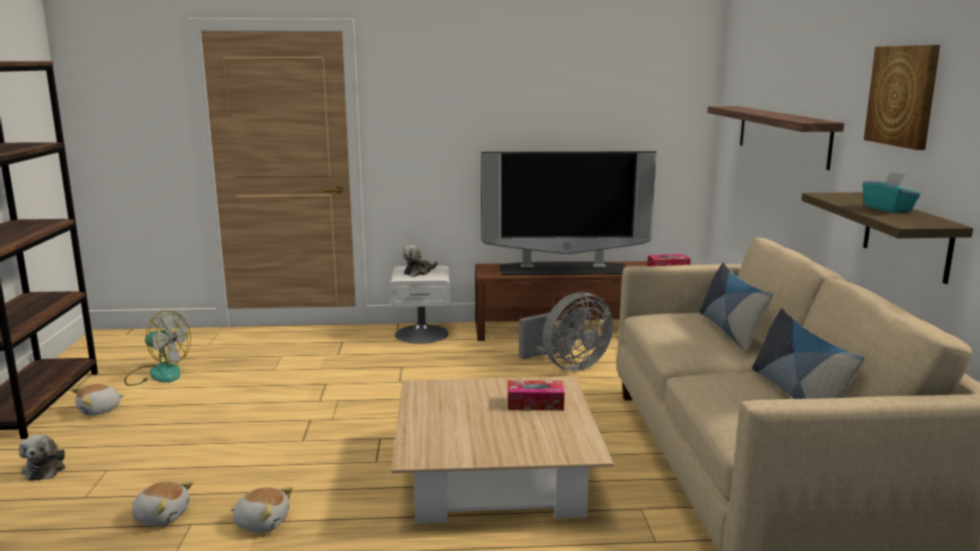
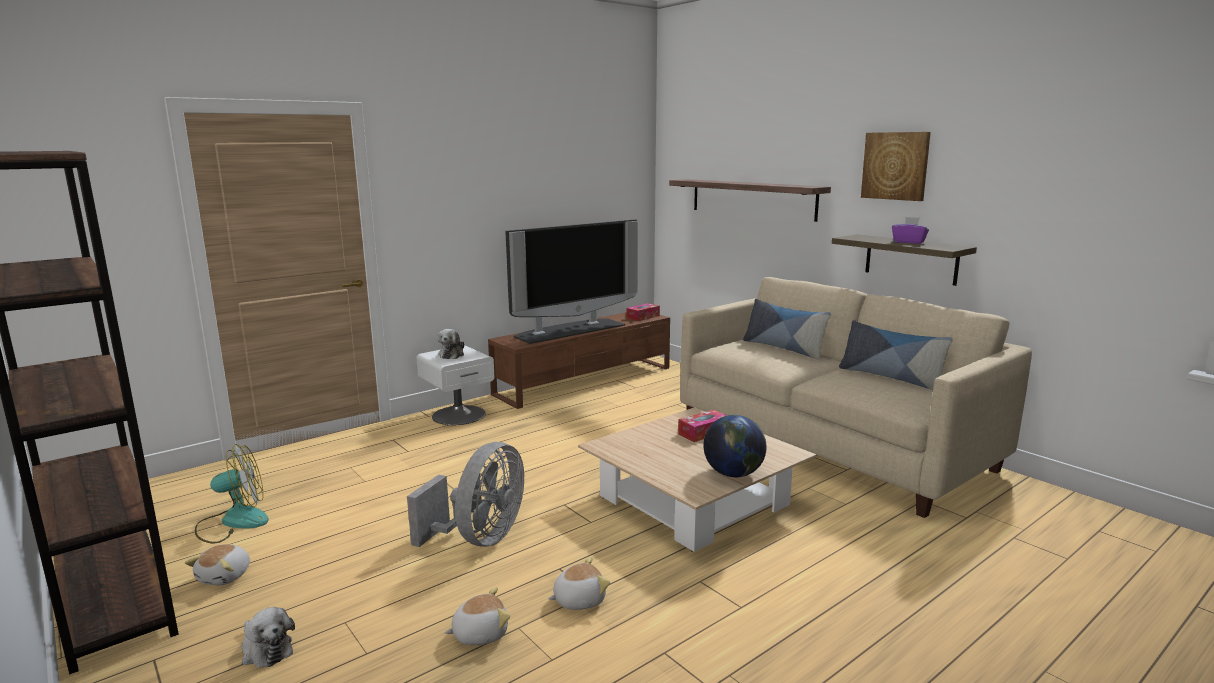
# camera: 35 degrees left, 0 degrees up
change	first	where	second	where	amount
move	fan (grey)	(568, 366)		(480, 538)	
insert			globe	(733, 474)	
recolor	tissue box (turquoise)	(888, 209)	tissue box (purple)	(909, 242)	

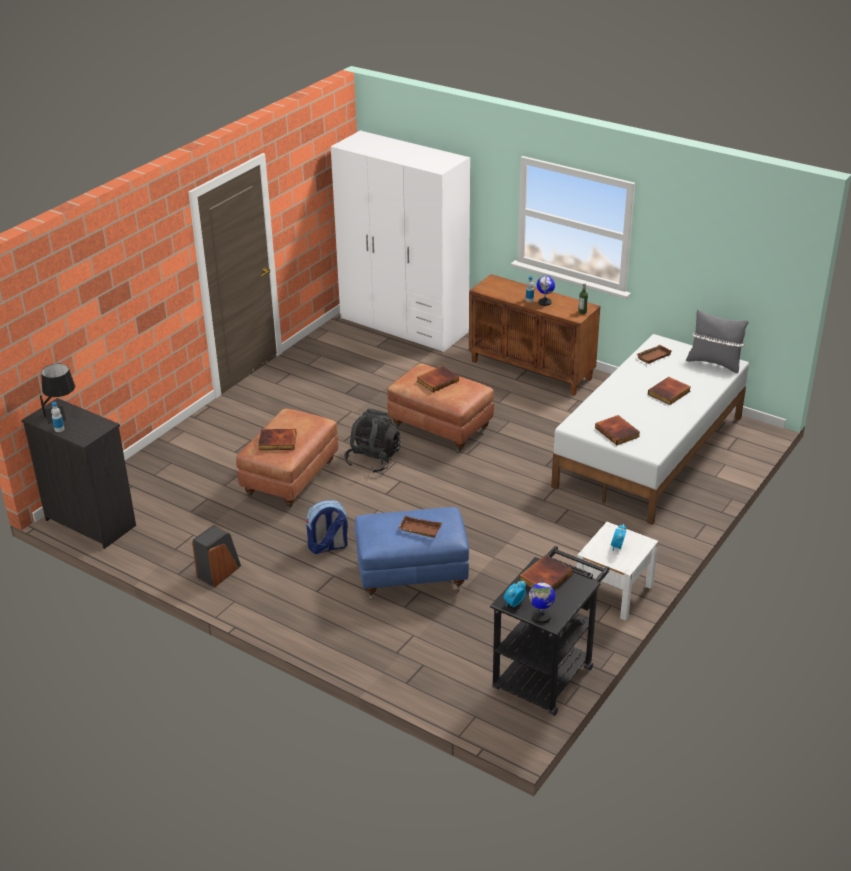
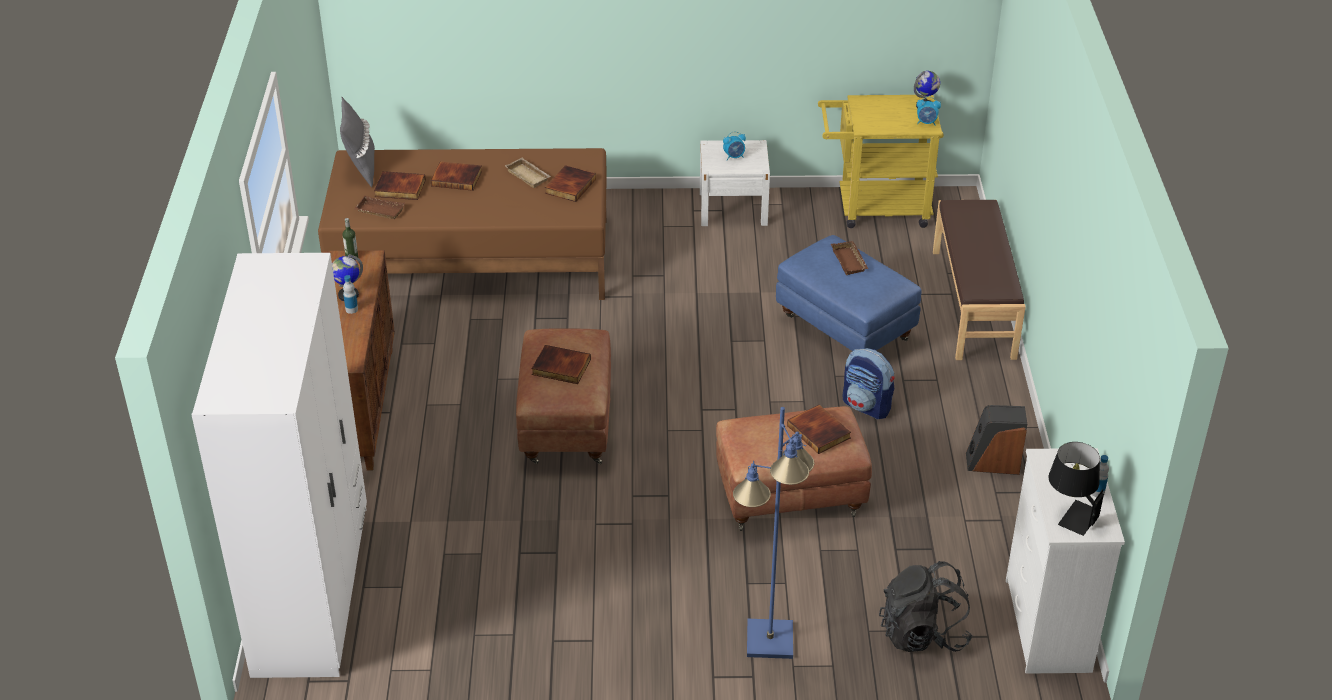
# camera: 125 degrees left, 5 degrees up
change	first	where	second	where	amount
recolor	bed (white)	(651, 451)	bed (brown)	(470, 258)	
move	book	(545, 577)		(399, 189)	
insert			tray (beige)	(529, 175)	
insert			floor lamp (blue)	(769, 640)	
recolor	cart (black)	(547, 672)	cart (yellow)	(874, 208)	
move	backpack (black)	(373, 459)		(923, 633)	
insert			bench (brown)	(974, 303)	
recolor	dresser (black)	(90, 522)	dresser (white)	(1047, 626)	

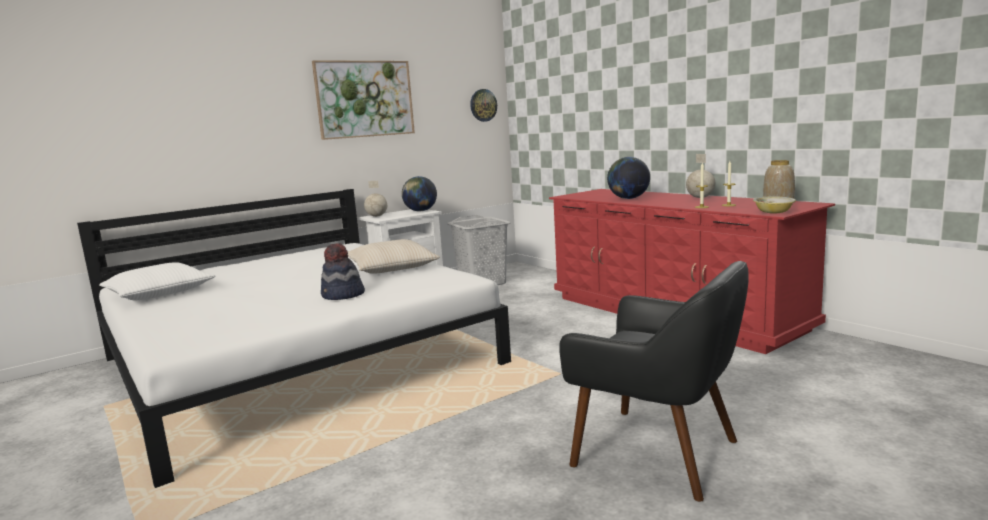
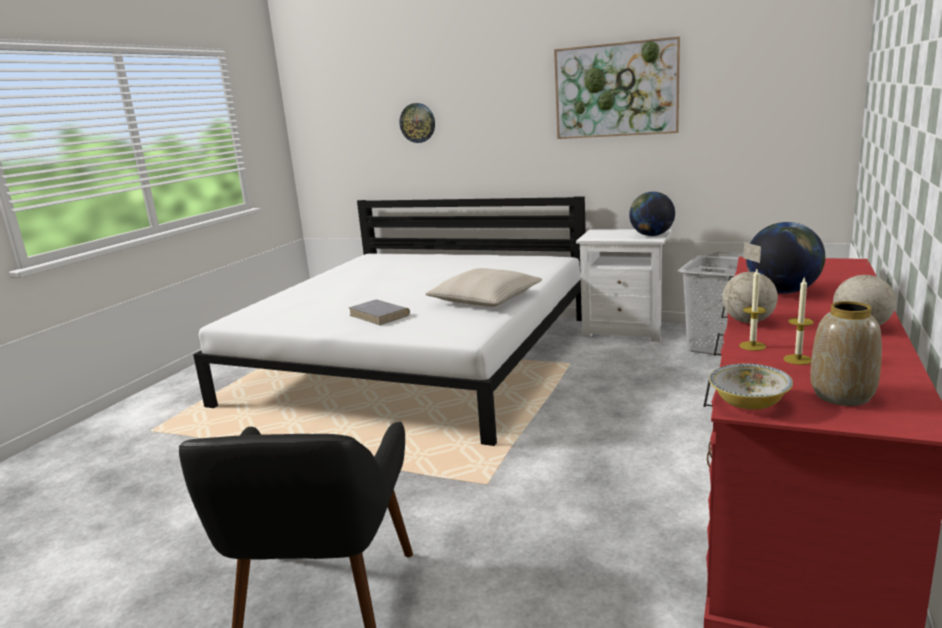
# camera: 60 degrees right, 5 degrees up
change	first	where	second	where	amount
replace	hat	(343, 295)	book (grey)	(379, 315)	
move	wall clock	(483, 105)		(417, 123)	
move	globe	(376, 216)		(748, 321)	
delete	pillow (white)	(159, 293)			

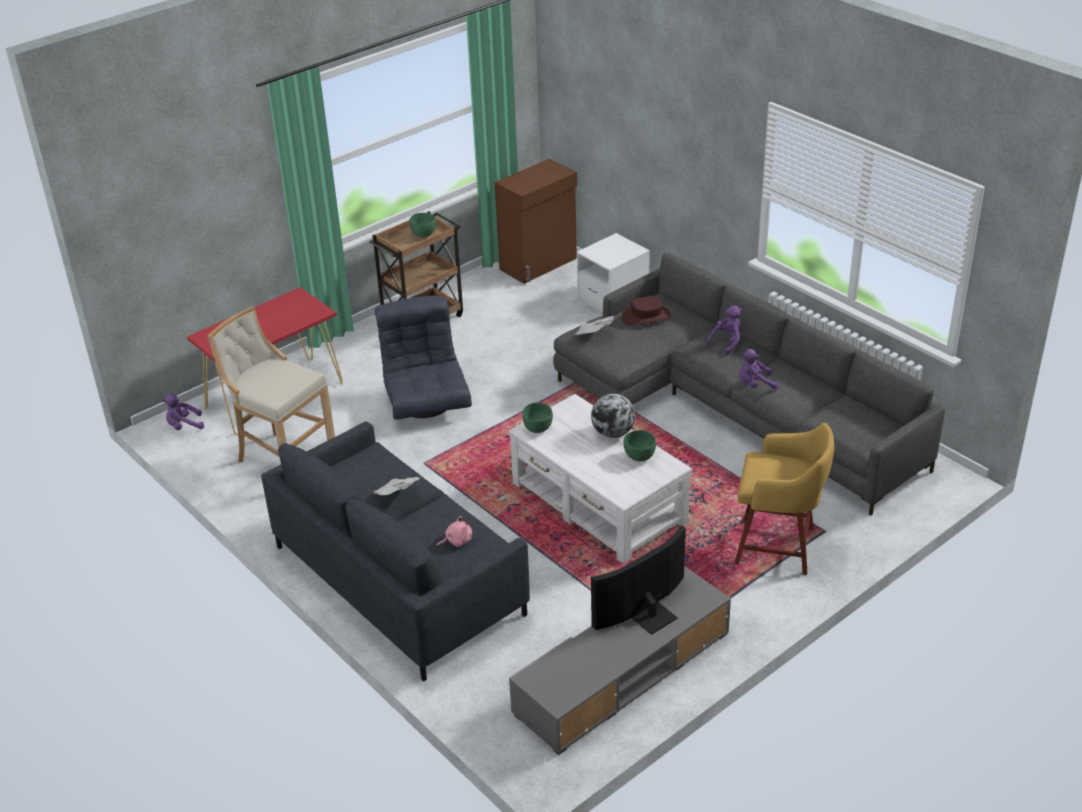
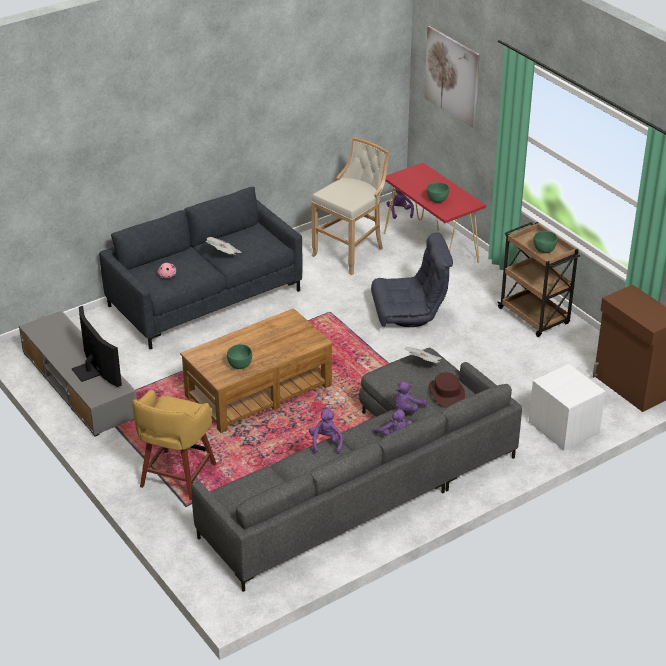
# camera: 95 degrees right, 0 degrees up
change	first	where	second	where	amount
recolor	coffee table (white)	(598, 504)	coffee table (brown)	(257, 391)	
insert			plush toy (purple)	(407, 409)	
insert			picture	(452, 76)	
move	bowl (green)	(538, 428)		(437, 200)	
delete	globe	(613, 433)			

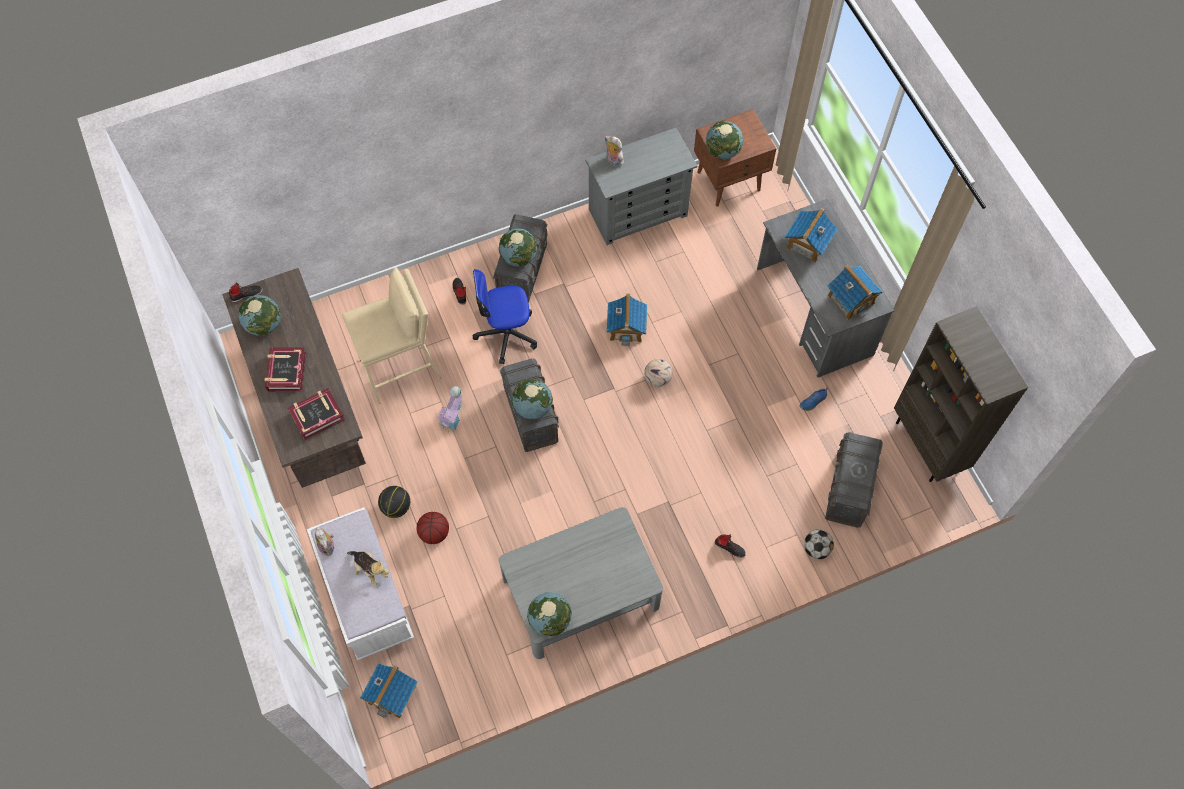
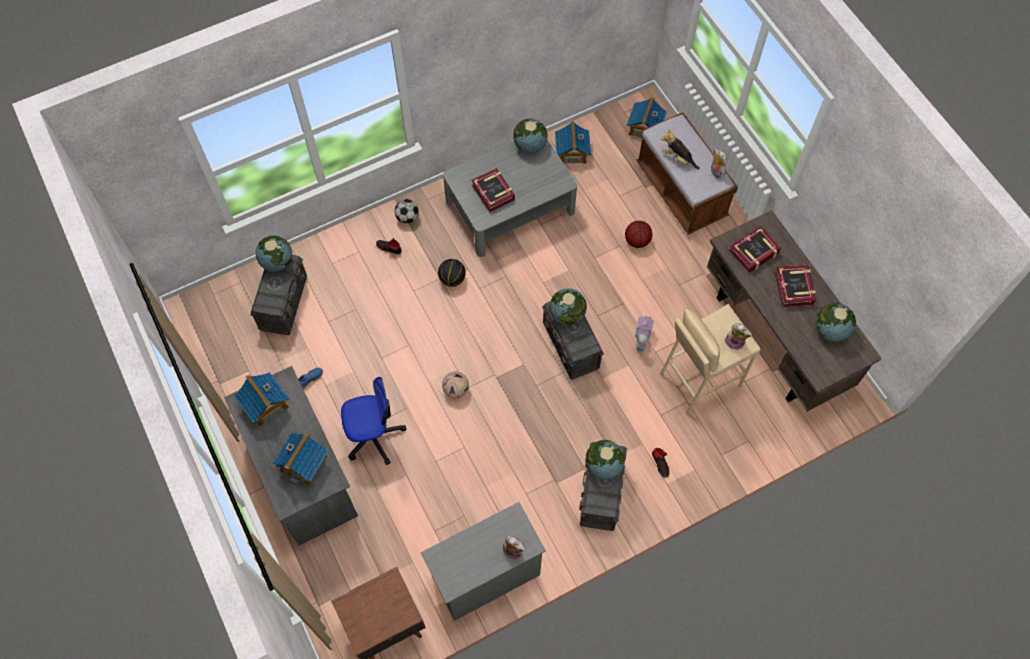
# camera: 175 degrees right, 0 degrees up
change	first	where	second	where	amount
move	globe	(722, 151)		(277, 262)	
move	office chair	(506, 333)		(373, 436)	
move	football	(816, 549)		(407, 217)	
move	basketball	(396, 507)		(452, 279)	
insert			book	(493, 192)	
move	toy house	(626, 327)		(571, 153)	
recolor	bench (white)	(367, 596)	bench (brown)	(681, 191)	
insert			plush toy	(735, 342)	
delete	shoe (black)	(246, 294)			
delete	bookcase (brown)	(928, 446)			

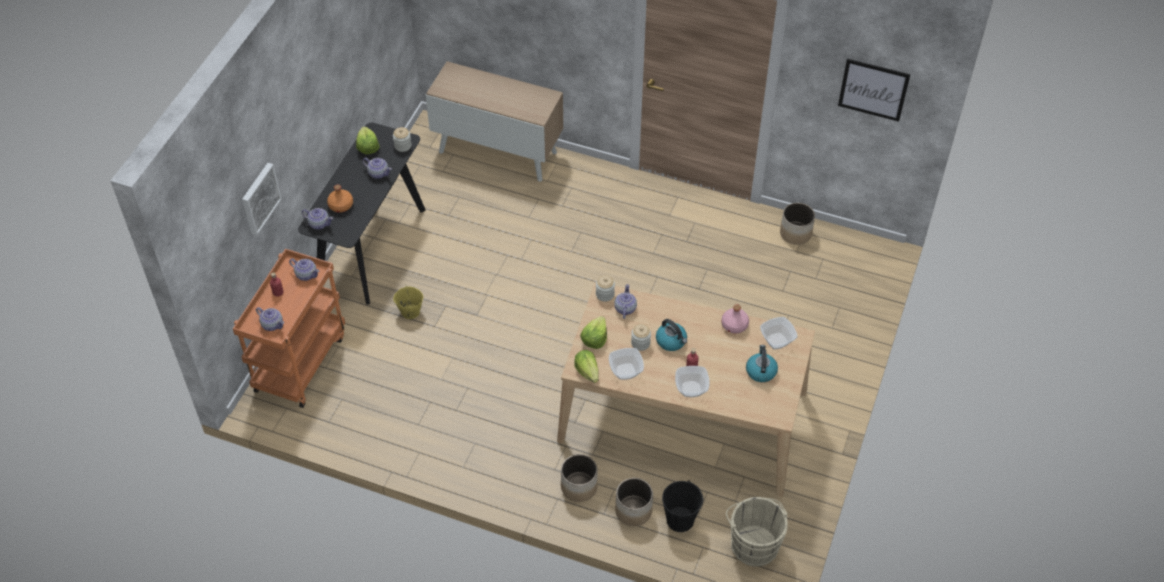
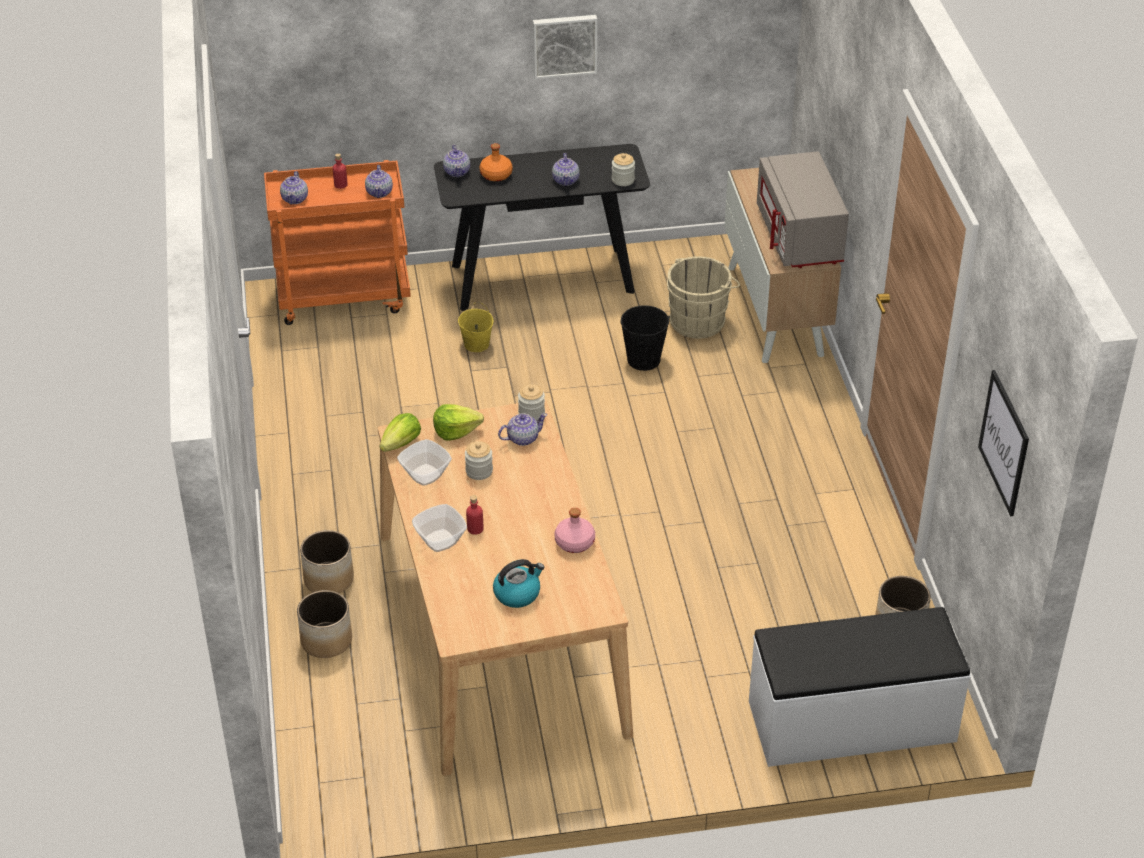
# camera: 60 degrees right, 10 degrees down
change	first	where	second	where	amount
move	picture	(259, 198)		(564, 45)	
move	bucket (black)	(680, 520)		(643, 359)	
move	bucket (beige)	(753, 543)		(700, 320)	
insert			bench (white)	(852, 722)	
insert			microwave (grey)	(800, 237)	
delete	lettuce	(367, 147)			
delete	kettle	(671, 341)			
delete	bowl	(777, 341)			

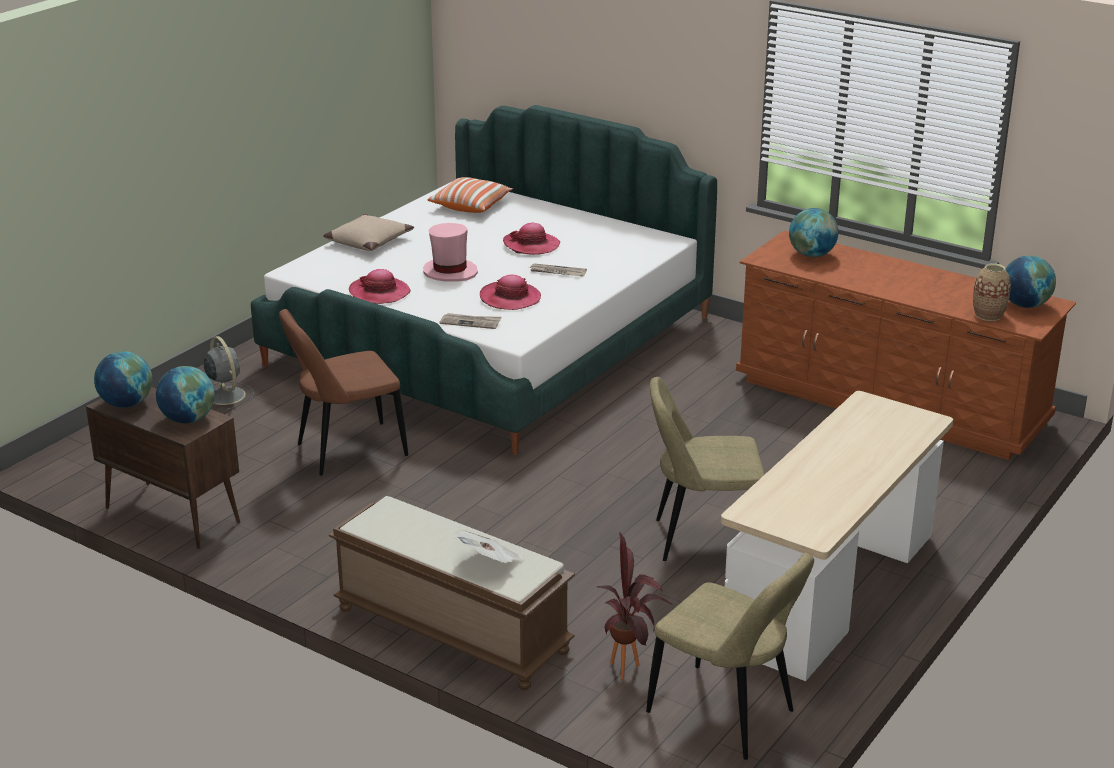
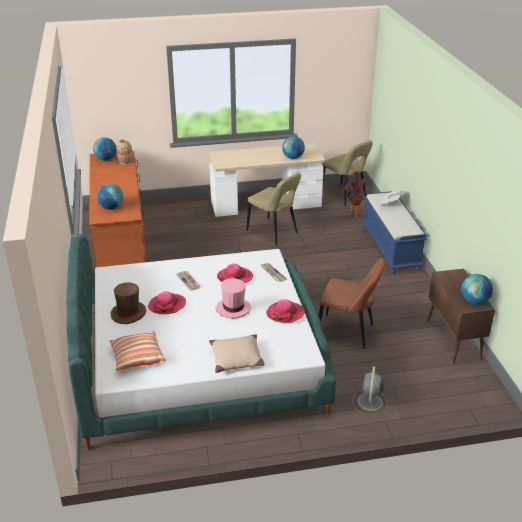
# camera: 135 degrees left, 5 degrees up
change	first	where	second	where	amount
insert			hat (brown)	(128, 313)	
move	globe	(188, 419)		(293, 157)	
rotate	chair (beige)	(726, 715)		(344, 196)	150 degrees clockwise
recolor	bench (brown)	(450, 630)	bench (blue)	(391, 247)	

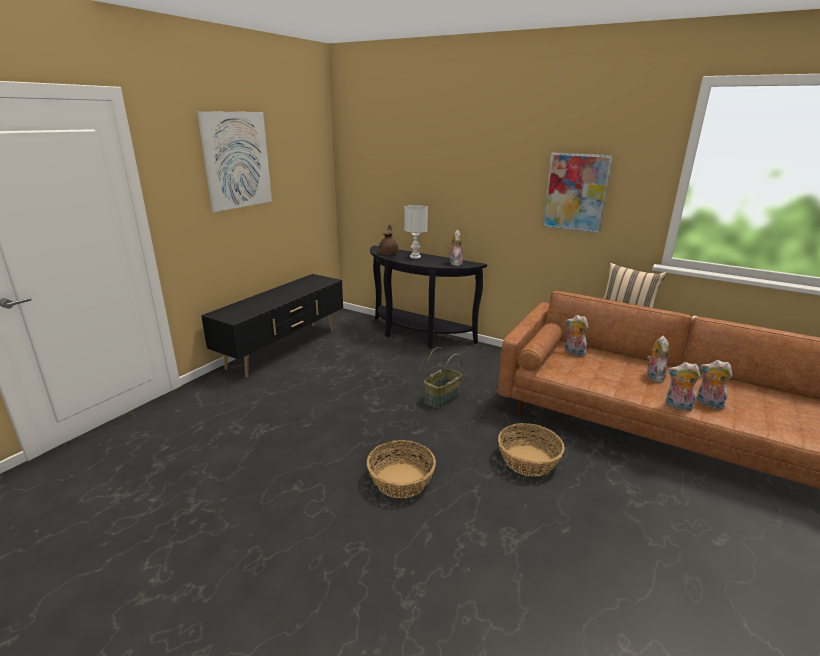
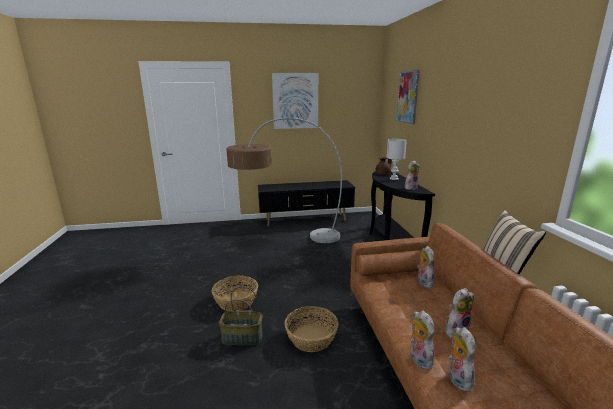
# camera: 50 degrees right, 5 degrees down
change	first	where	second	where	amount
move	basket	(442, 398)		(241, 338)	
insert			floor lamp	(285, 243)	
move	picture	(576, 192)		(408, 97)	

